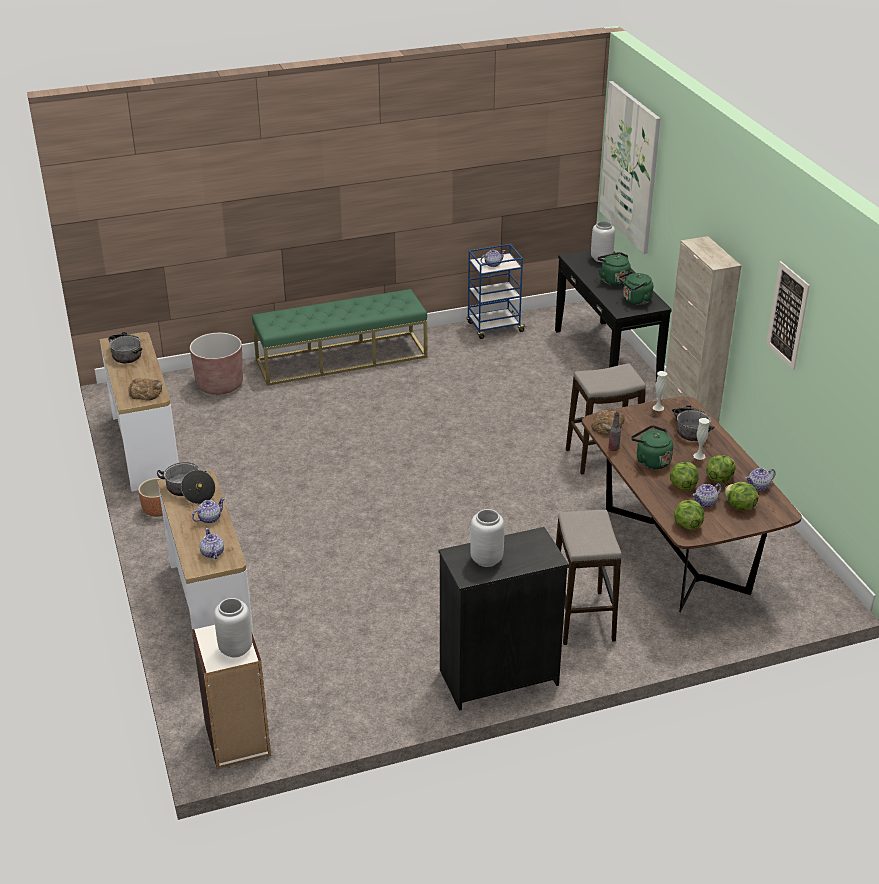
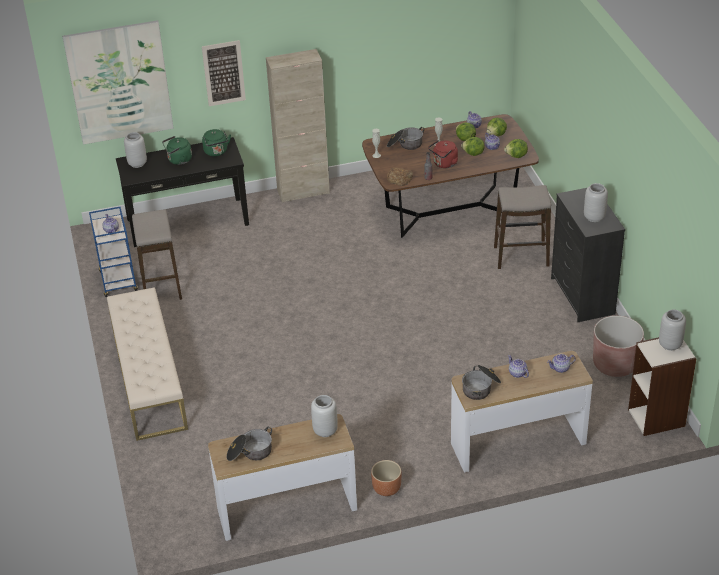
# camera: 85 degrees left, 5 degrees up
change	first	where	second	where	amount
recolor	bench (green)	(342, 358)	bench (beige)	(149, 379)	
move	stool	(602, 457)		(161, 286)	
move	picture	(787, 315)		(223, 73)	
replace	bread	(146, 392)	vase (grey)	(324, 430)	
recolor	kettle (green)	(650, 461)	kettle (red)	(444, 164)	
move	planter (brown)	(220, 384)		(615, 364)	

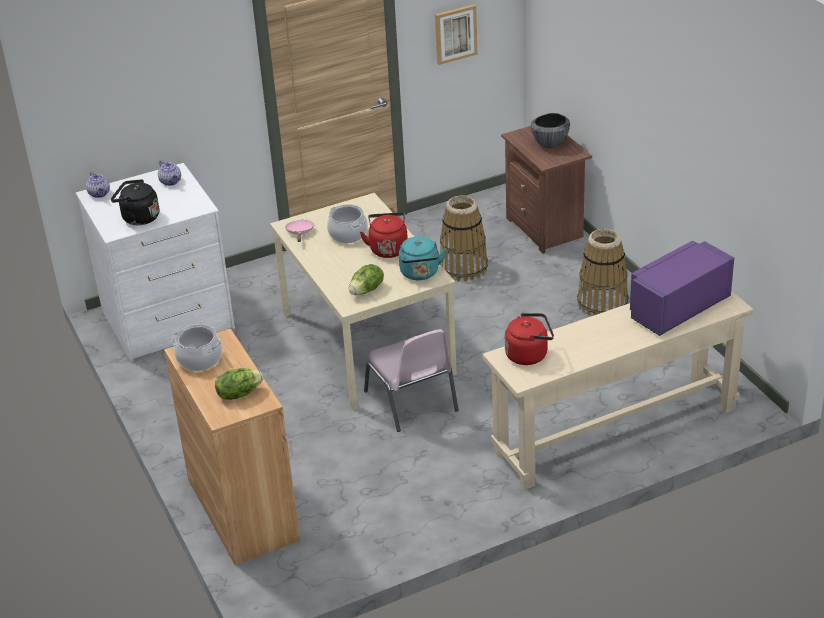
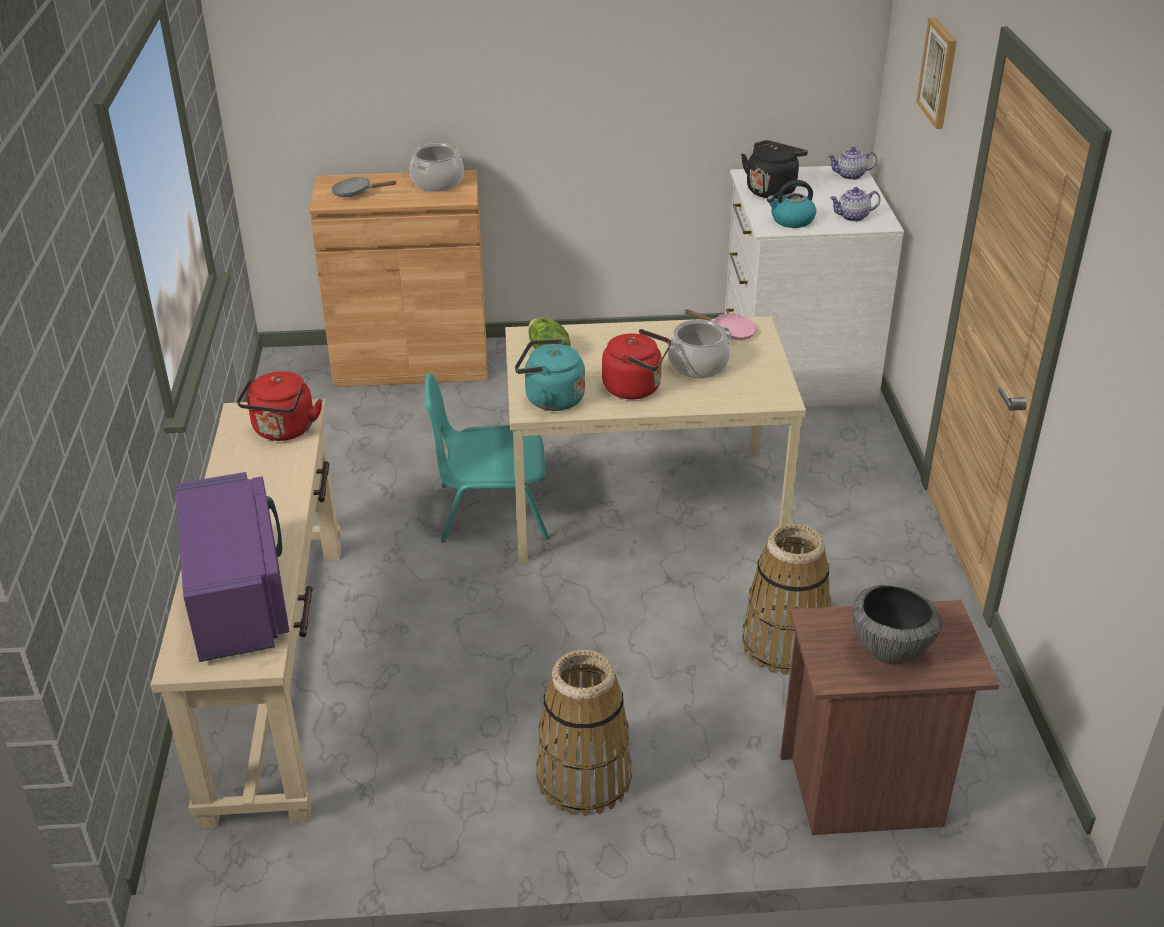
# camera: 110 degrees right, 0 degrees up
change	first	where	second	where	amount
replace	lettuce	(238, 393)	frying pan (grey)	(356, 193)	
recolor	chair (pink)	(412, 401)	chair (turquoise)	(491, 510)	
insert			kettle	(791, 220)	
move	picture	(455, 33)		(939, 72)	

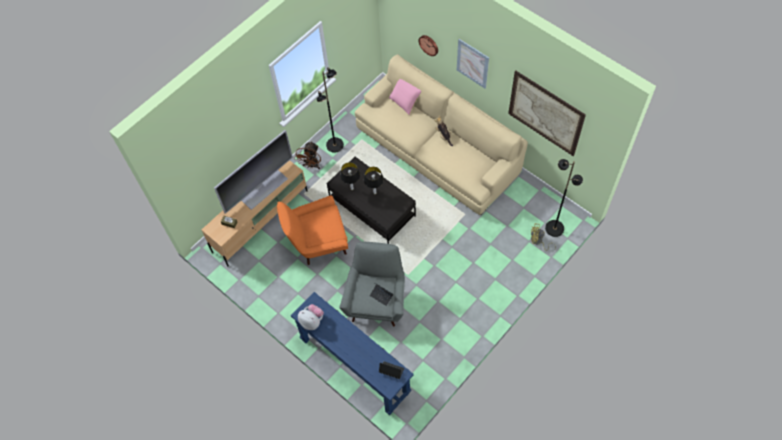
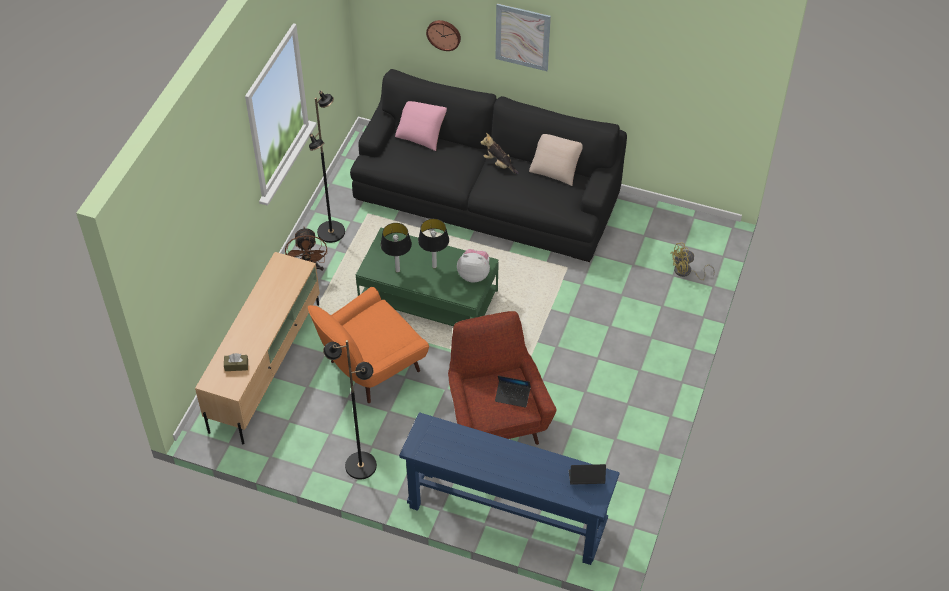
# camera: 25 degrees left, 10 degrees down
change	first	where	second	where	amount
move	floor lamp (black)	(554, 228)		(360, 465)	
recolor	sofa (beige)	(437, 150)	sofa (black)	(486, 197)	
recolor	coffee table (black)	(372, 208)	coffee table (green)	(429, 298)	
recolor	armchair (grey)	(376, 301)	armchair (red)	(496, 419)	
move	plush toy	(312, 321)		(474, 274)	
insert			pillow (beige)	(555, 170)	
delete	television	(263, 189)			
delete	picture	(545, 113)			

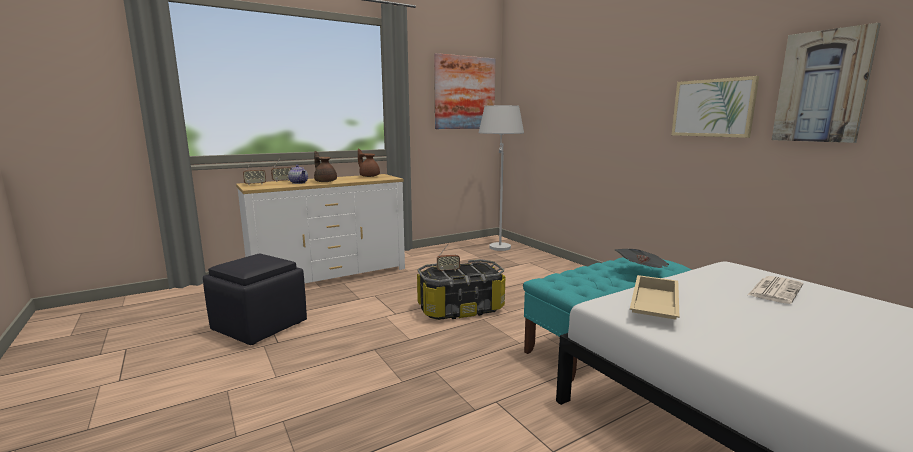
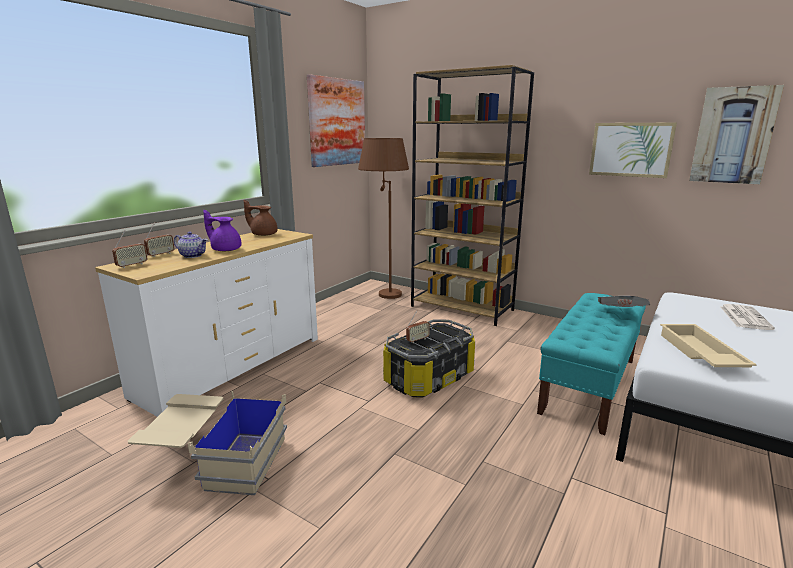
# camera: 25 degrees left, 5 degrees up
change	first	where	second	where	amount
replace	ottoman (black)	(260, 326)	storage box (beige)	(217, 462)	
recolor	teapot (brown)	(325, 181)	teapot (purple)	(225, 249)	
recolor	floor lamp (white)	(498, 244)	floor lamp (brown)	(384, 291)	
insert			bookcase (brown)	(462, 308)	

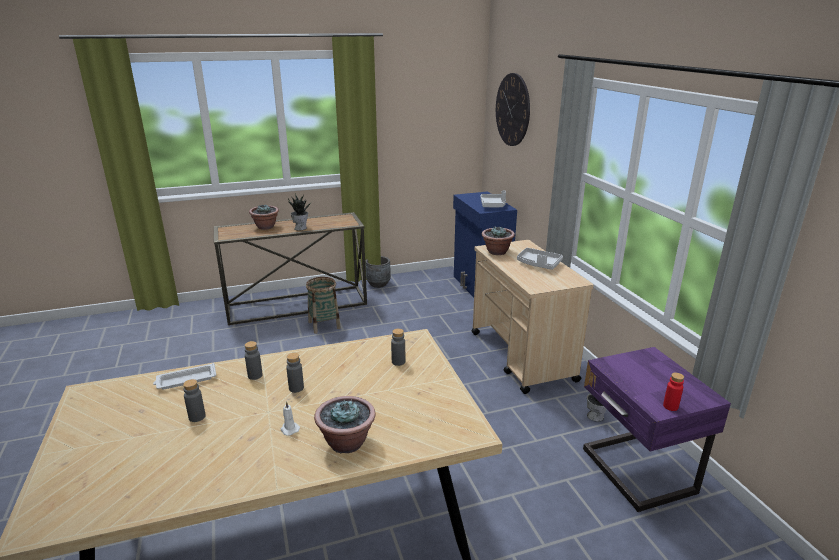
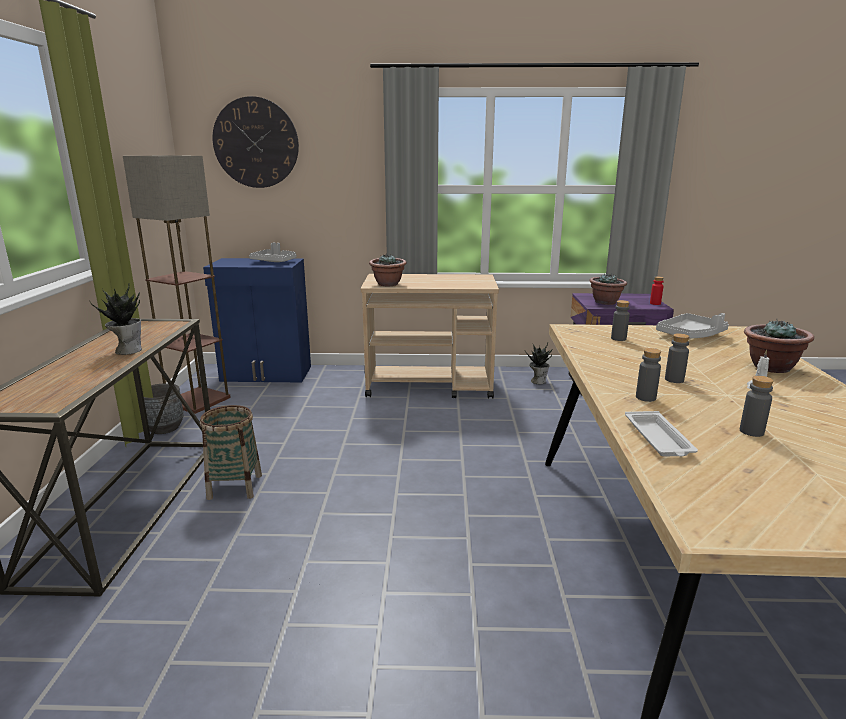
# camera: 70 degrees left, 5 degrees down
change	first	where	second	where	amount
insert			floor lamp	(198, 400)	
move	potted plant	(266, 227)		(605, 302)	
move	tray (grey)	(538, 264)		(691, 335)	

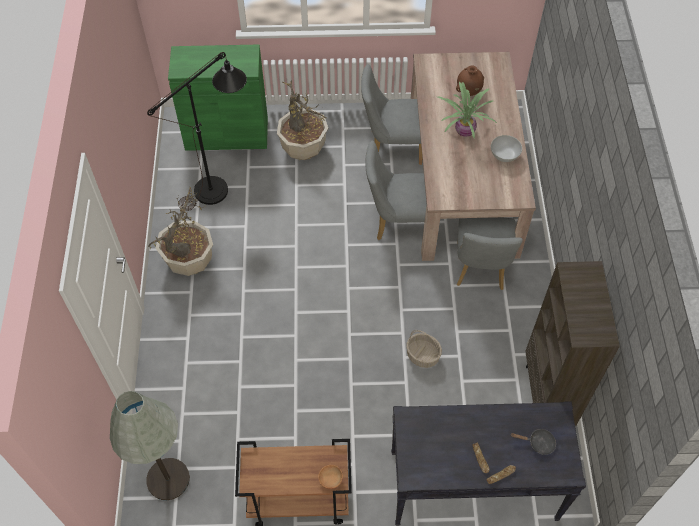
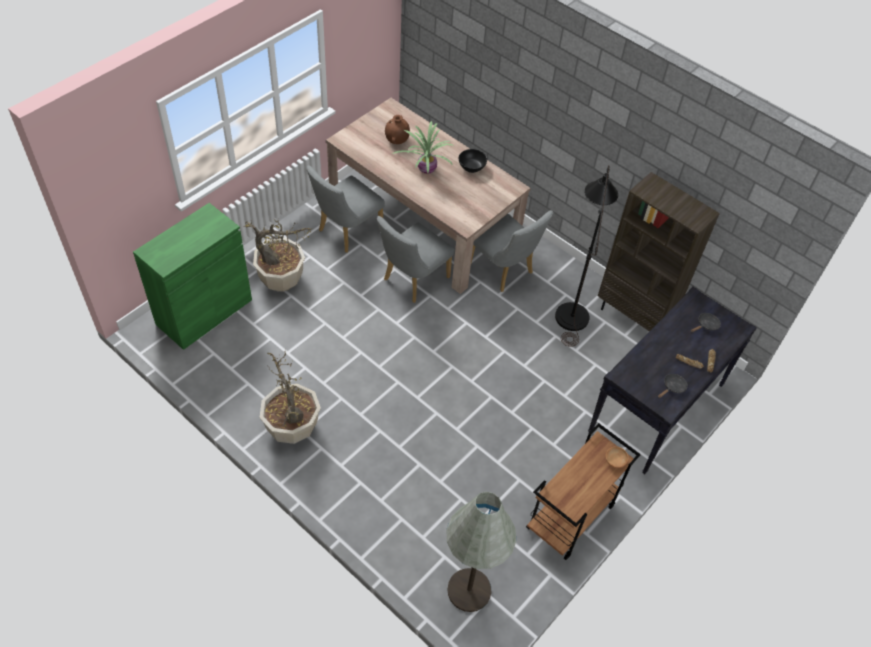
# camera: 50 degrees left, 5 degrees down
change	first	where	second	where	amount
recolor	bowl (white)	(504, 156)	bowl (black)	(471, 168)	
move	floor lamp (black)	(220, 186)		(573, 309)	
insert			frying pan (black)	(672, 387)	
delete	basket	(422, 355)			

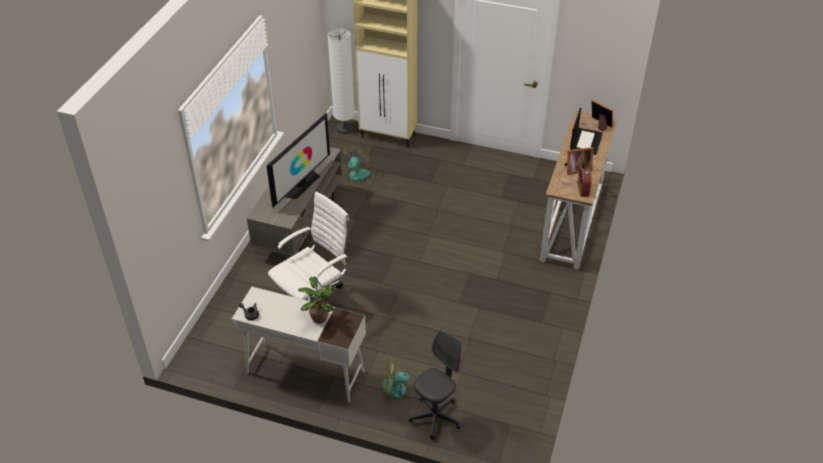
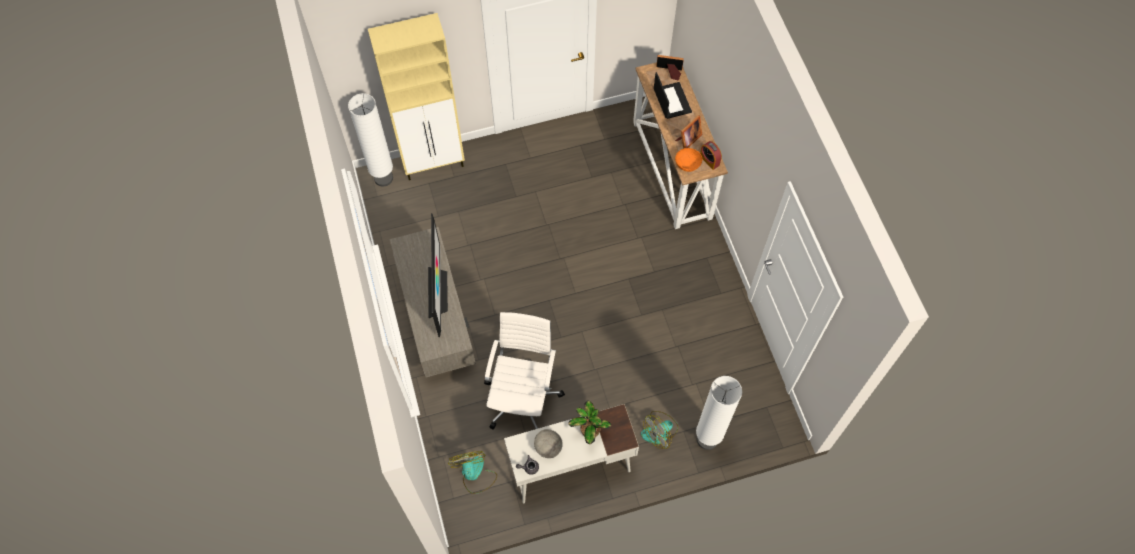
# camera: 35 degrees left, 20 degrees up
change	first	where	second	where	amount
move	fan	(357, 178)		(474, 474)	
insert			bowl (grey)	(548, 446)	
insert			bowl (orange)	(687, 164)	
replace	office chair (grey)	(435, 417)	floor lamp (white)	(707, 439)	

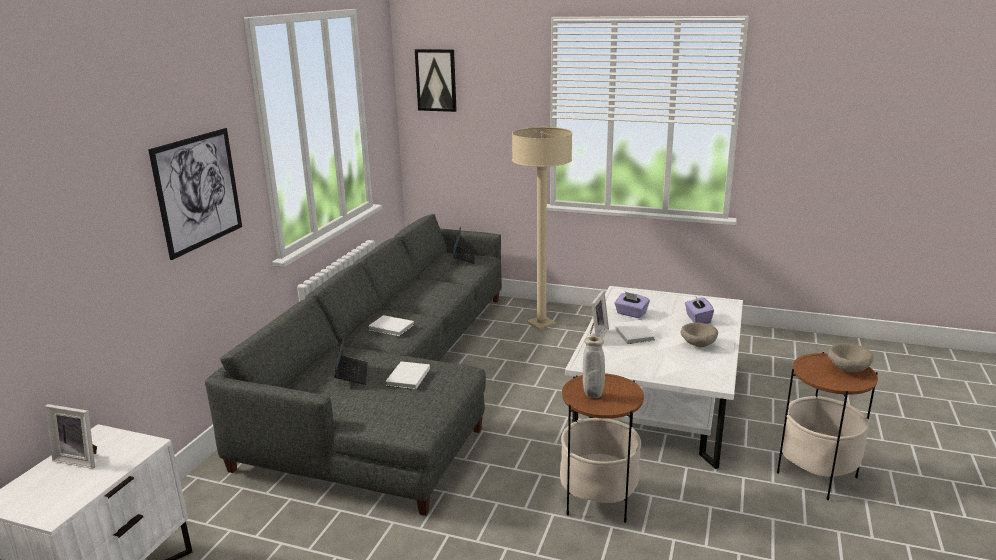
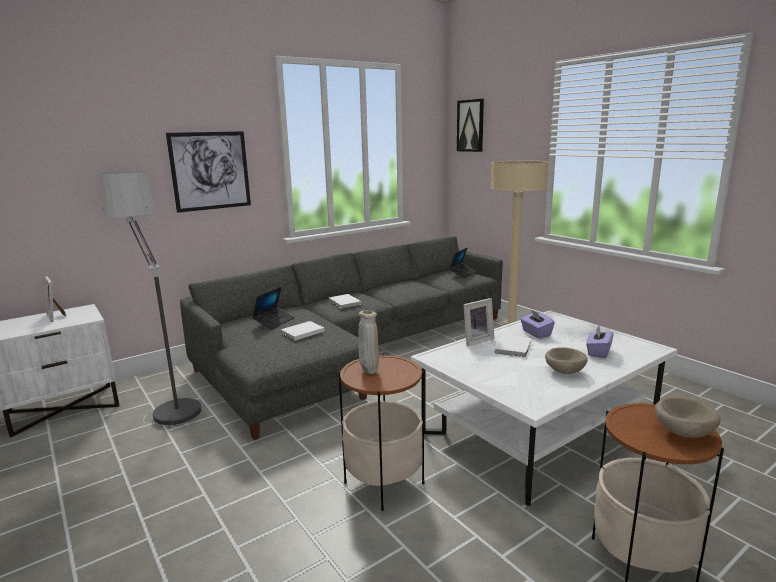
# camera: 35 degrees right, 5 degrees down
change	first	where	second	where	amount
insert			floor lamp	(166, 401)	

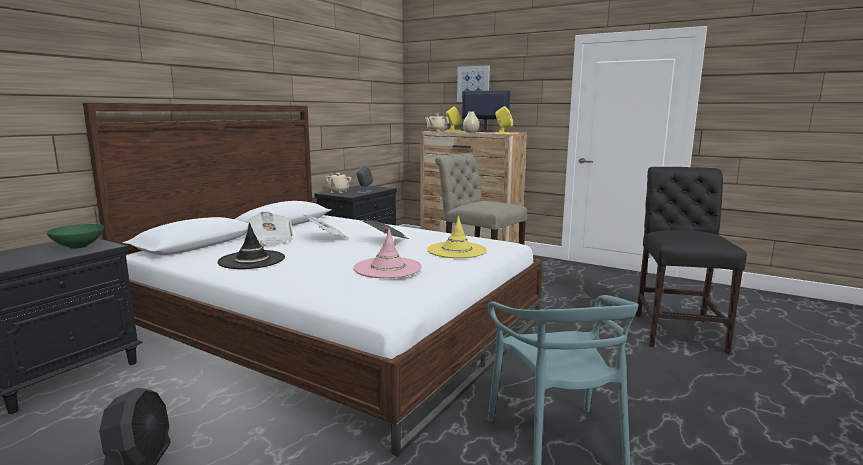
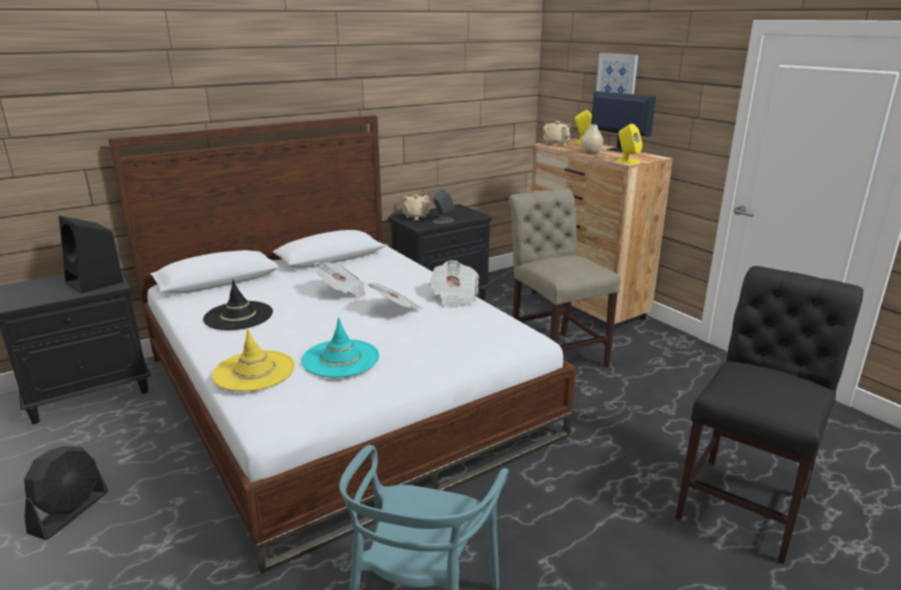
# camera: 25 degrees right, 10 degrees up
change	first	where	second	where	amount
replace	bowl (green)	(79, 246)	speaker (black)	(95, 282)	
move	hat (yellow)	(456, 250)		(254, 371)	
recolor	hat (pink)	(387, 268)	hat (turquoise)	(340, 358)	
move	newspaper	(271, 241)		(454, 297)	

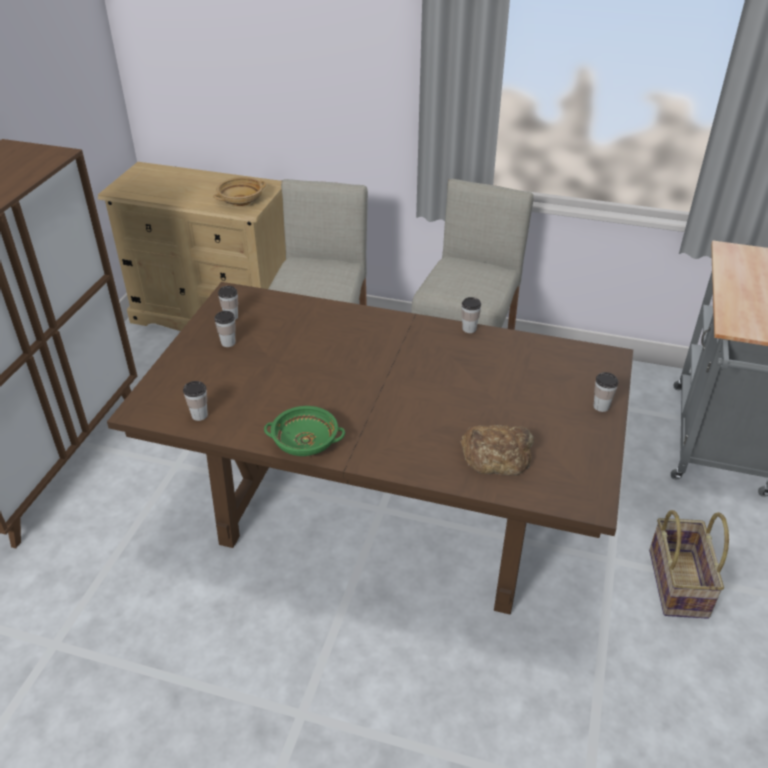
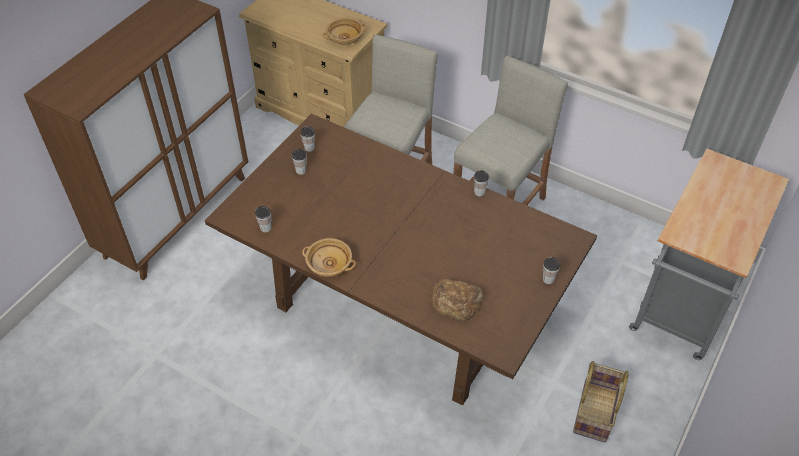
# camera: 15 degrees right, 10 degrees up
change	first	where	second	where	amount
recolor	bowl (green)	(305, 443)	bowl (beige)	(329, 265)	

